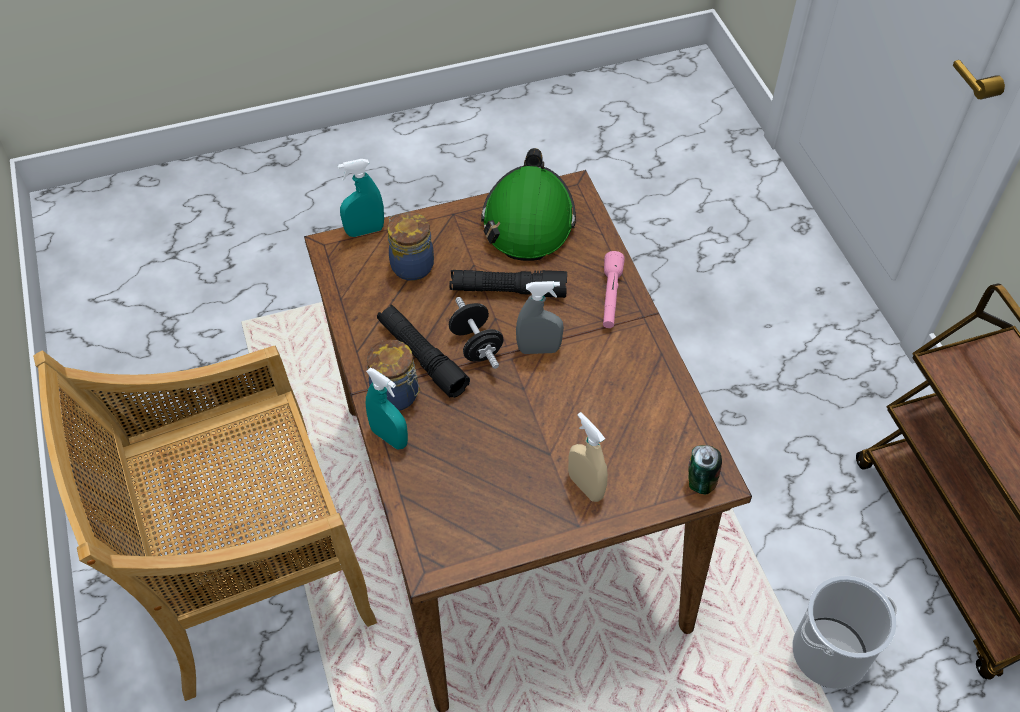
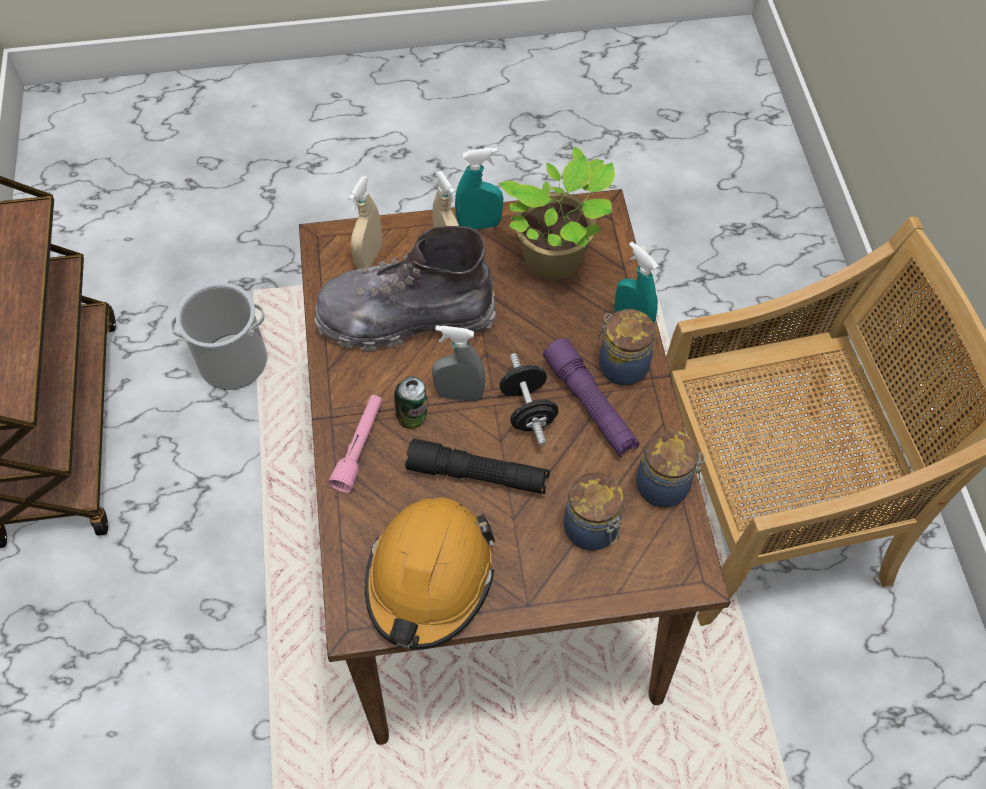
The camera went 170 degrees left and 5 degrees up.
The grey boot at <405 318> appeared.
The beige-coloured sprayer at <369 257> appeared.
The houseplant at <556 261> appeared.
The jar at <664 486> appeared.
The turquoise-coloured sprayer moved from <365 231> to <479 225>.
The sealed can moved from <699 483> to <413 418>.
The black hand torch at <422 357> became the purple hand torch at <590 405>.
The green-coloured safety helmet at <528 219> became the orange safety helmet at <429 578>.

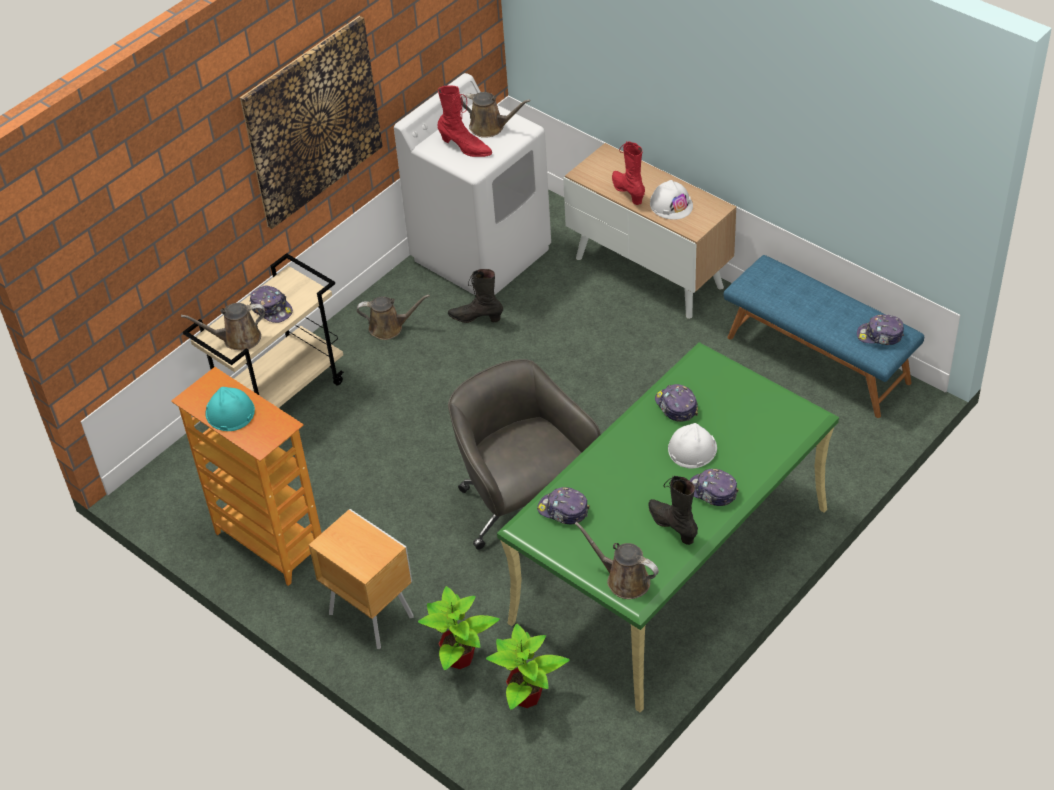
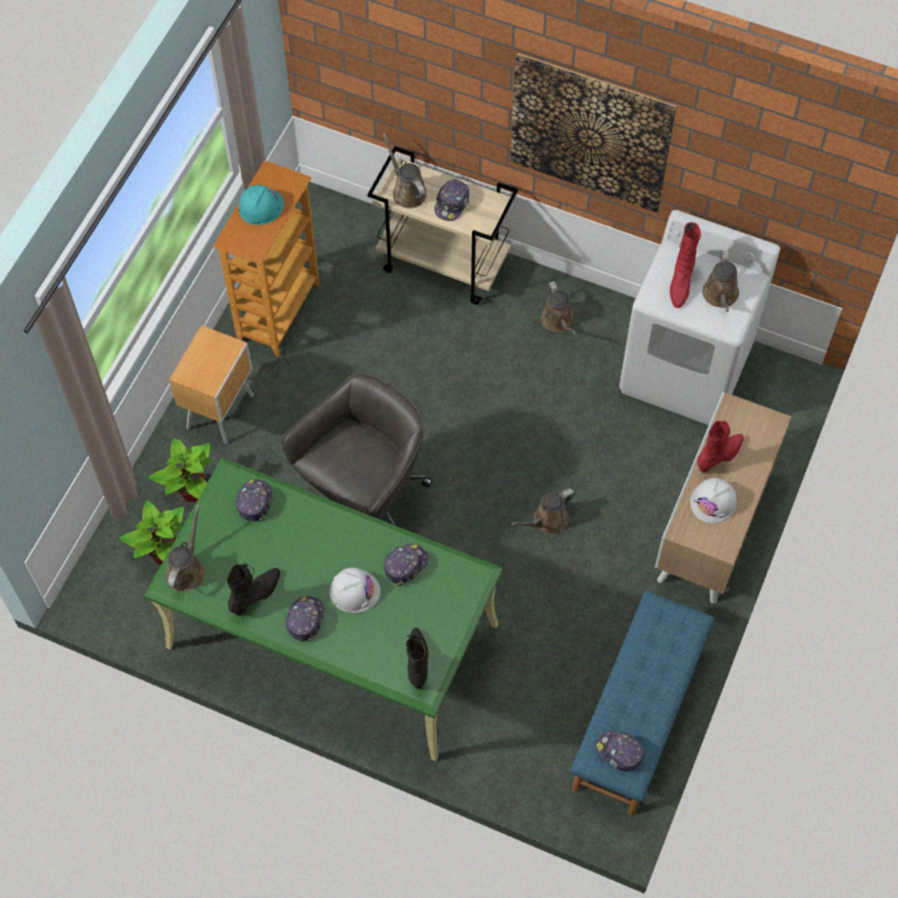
The camera went 70 degrees right and 15 degrees up.
The brownish watering pot at <547 520> appeared.
The black boot moved from <476 318> to <418 661>.
The cap at <880 335> turned 45 degrees counterclockwise.

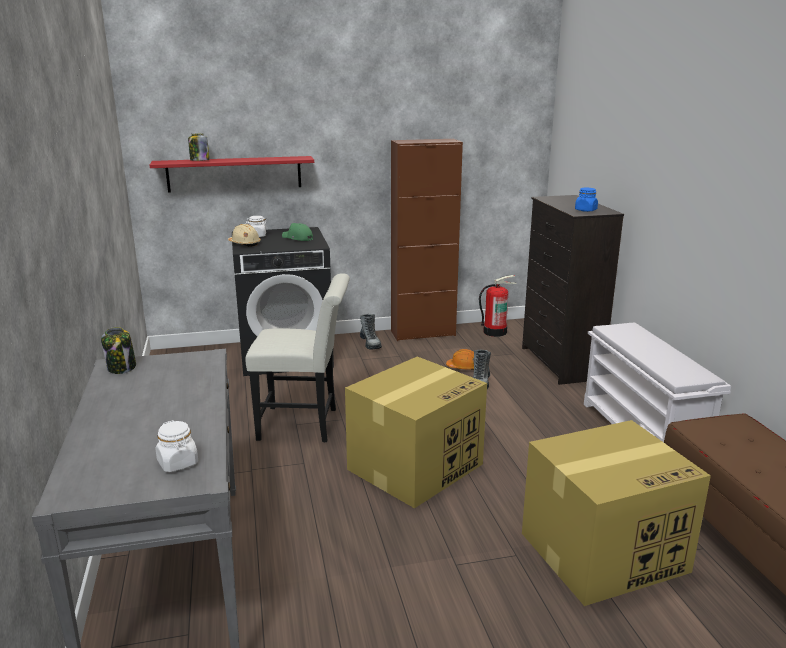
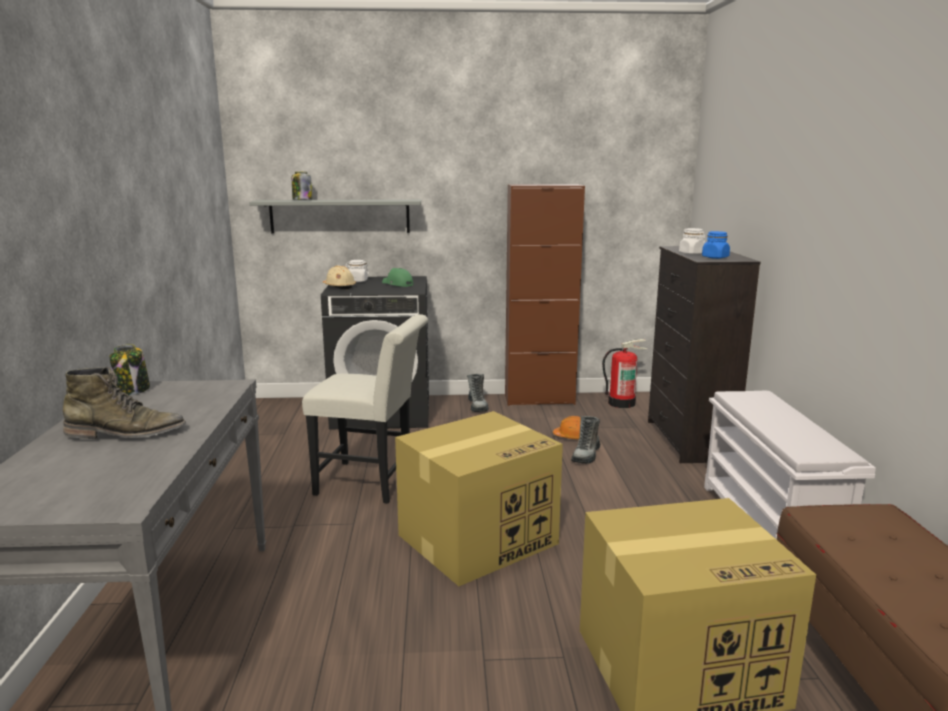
The camera went 10 degrees right and 5 degrees down.
The green-coloured boot at <126 433> appeared.
The white-coloured jar moved from <178 463> to <692 253>.
The red bracket shelf at <234 174> became the grey bracket shelf at <340 216>.

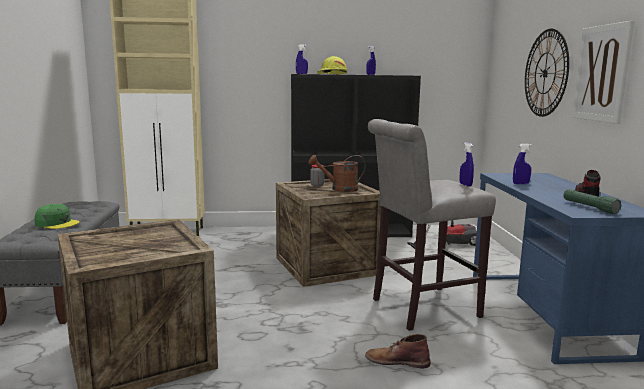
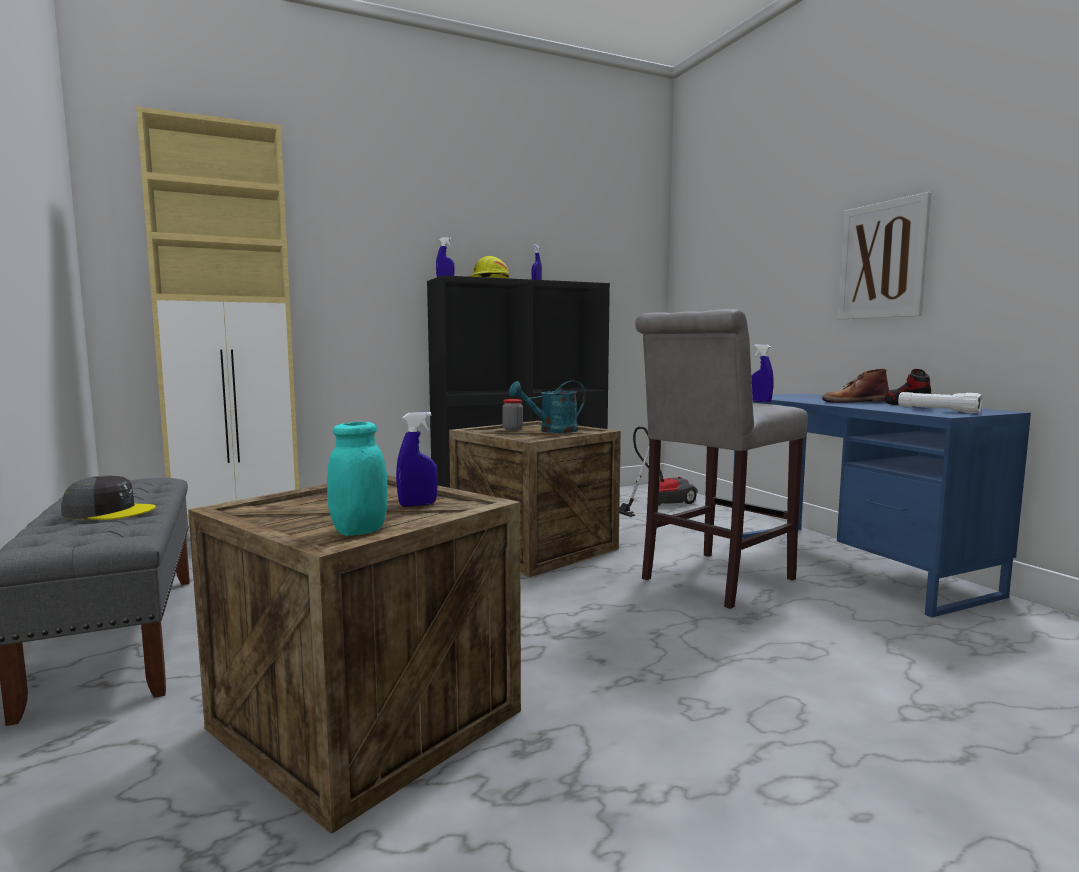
The camera went 20 degrees left and 5 degrees down.
The wall clock at <545 73> disappeared.
The turquoise-coloured jar at <359 531> appeared.
The brownish boot moved from <396 361> to <854 401>.
The blue-coloured sprayer moved from <521 184> to <418 504>.
The green-coloured cap at <57 223> became the grey cap at <109 511>.
The brownish watering pot at <339 189> became the turquoise-coloured watering pot at <552 431>.
The green-coloured hand torch at <589 207> became the white-coloured hand torch at <938 410>.

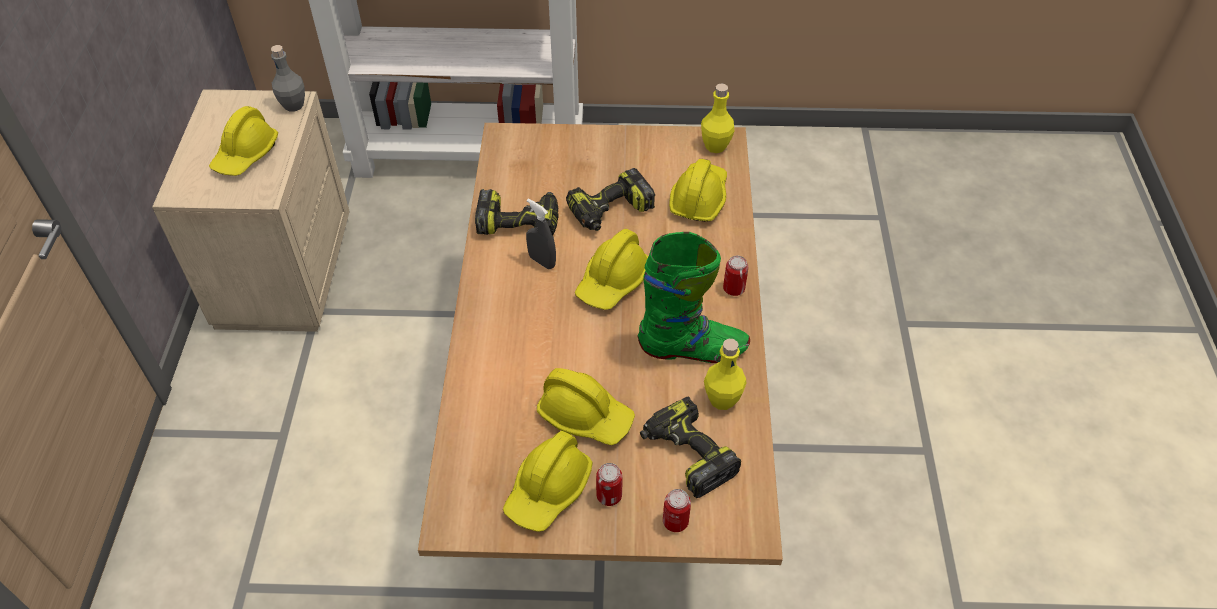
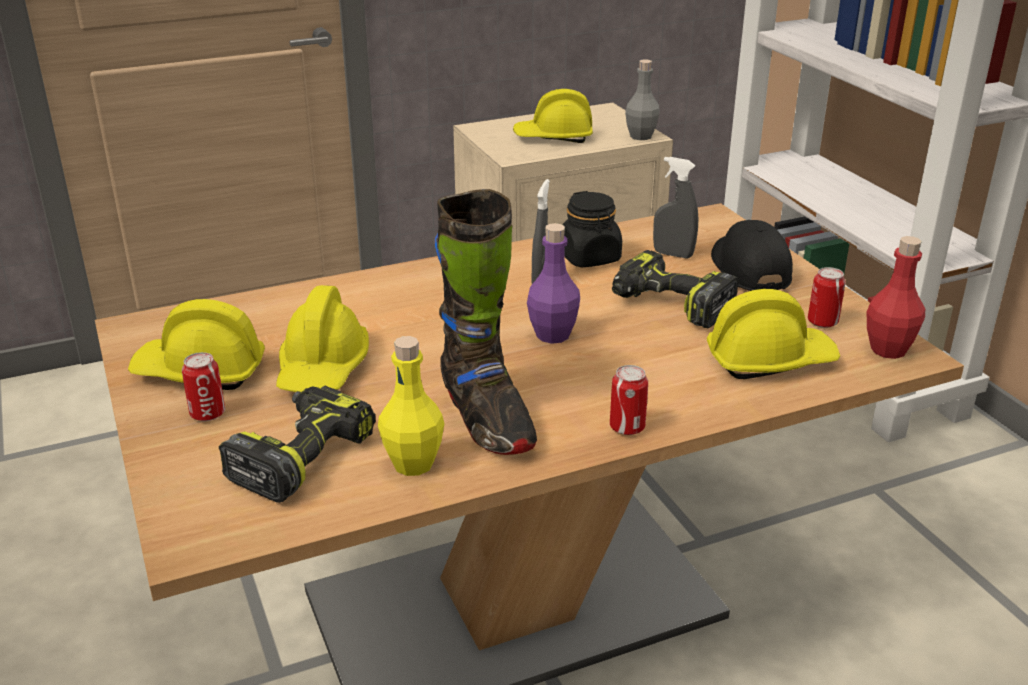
The camera went 65 degrees right and 20 degrees down.
The grey sprayer at <673 254> appeared.
The black cap at <749 268> appeared.
The sealed can moved from <675 521> to <822 322>.
The electric drill at <519 222> was replaced by the black jar at <589 257>.
The yellowish safety helmet at <613 281> was replaced by the purple drink bottle at <552 335>.
The green-coloured boot at <692 349> became the black boot at <486 419>.
The yellowish drink bottle at <715 146> became the red drink bottle at <888 350>.

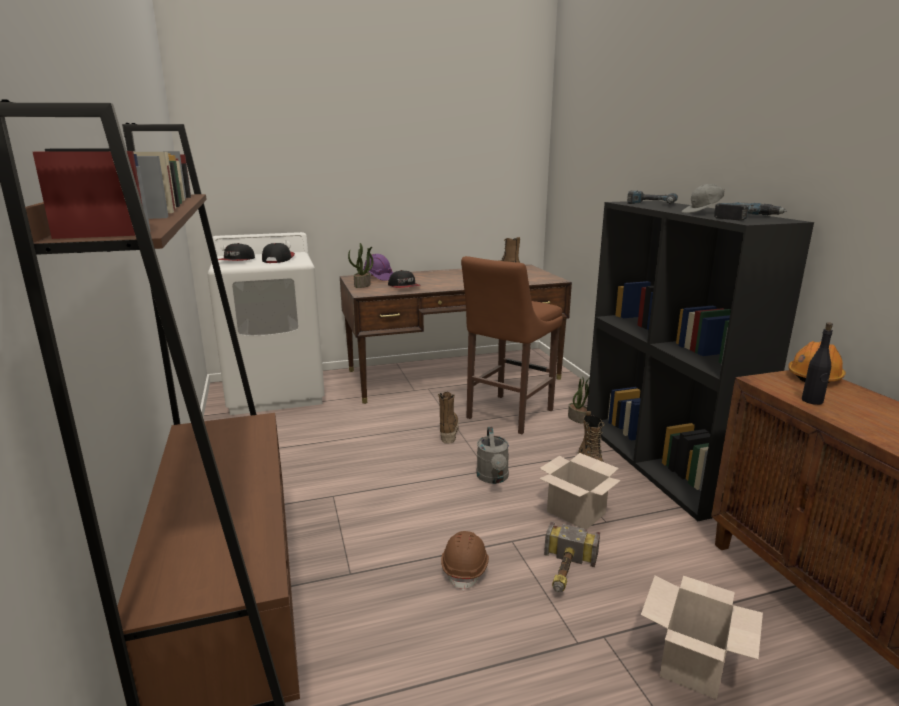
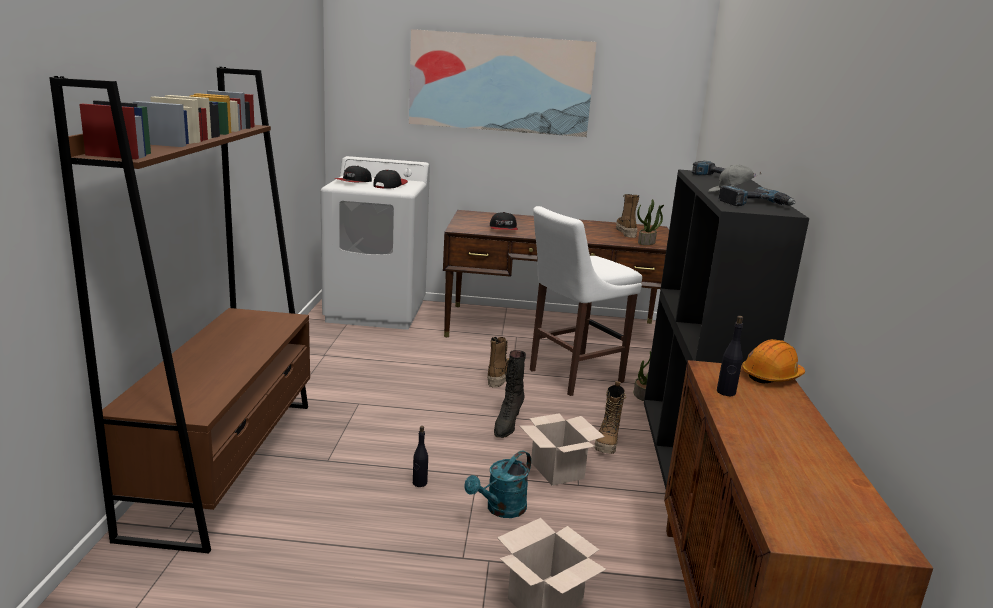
The camera went 20 degrees right and 0 degrees up.
The purple safety helmet at <378 277> disappeared.
The wall art at <500 83> appeared.
The houseplant moved from <362 285> to <646 243>.
The brownish safety helmet at <465 569> was replaced by the black drink bottle at <419 483>.
The grey watering pot at <493 478> was replaced by the black boot at <507 425>.
The hand hammer at <565 572> was replaced by the turquoise-coloured watering pot at <501 510>.
The brownish stool seat at <507 415> became the white-coloured stool seat at <572 376>.

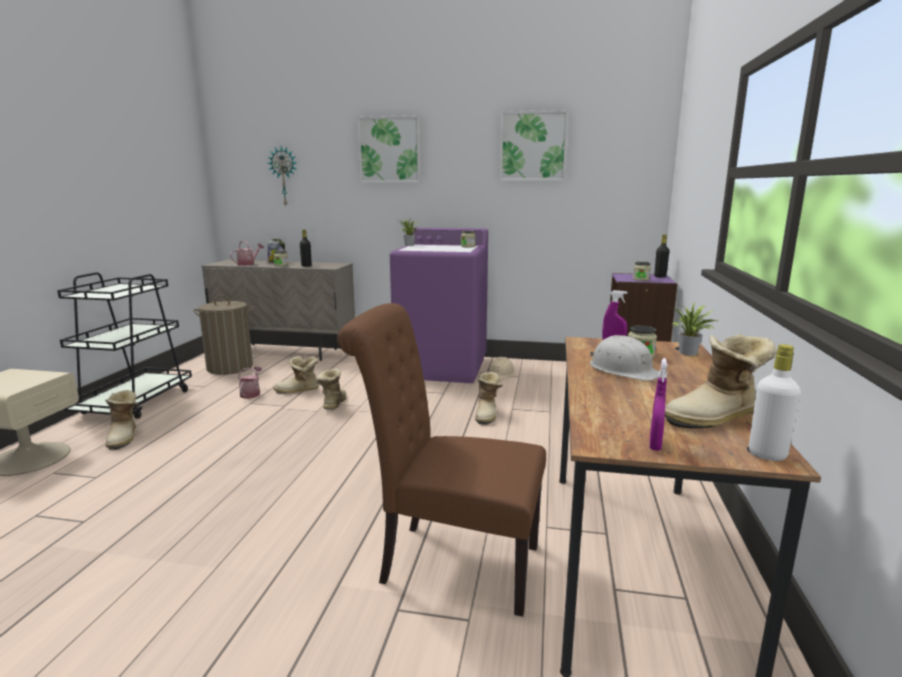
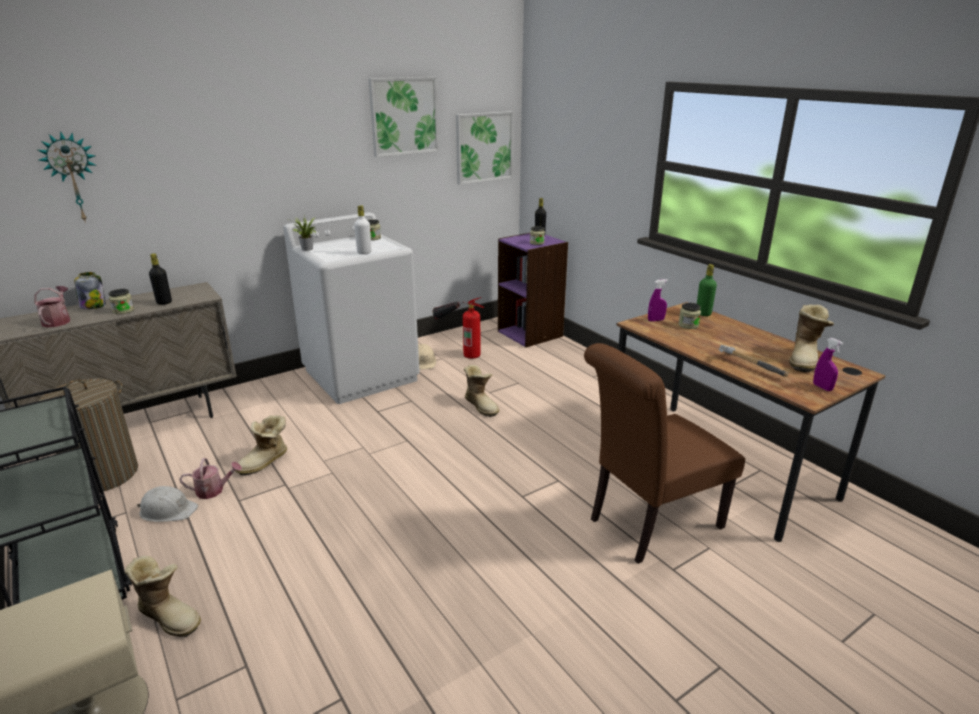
The camera went 45 degrees left and 10 degrees up.
The boot at <332 404> disappeared.
The extinguisher at <459 351> appeared.
The hand hammer at <750 365> appeared.
The wall art moved from <390 150> to <484 147>.
The white-coloured safety helmet moved from <624 370> to <168 510>.
The white-coloured drink bottle moved from <767 454> to <364 253>.
The houseplant at <689 353> was replaced by the green-coloured drink bottle at <703 314>.
The purple laundry appliance at <442 368> became the white-coloured laundry appliance at <361 375>.
The watering pot at <251 393> turned 120 degrees clockwise.

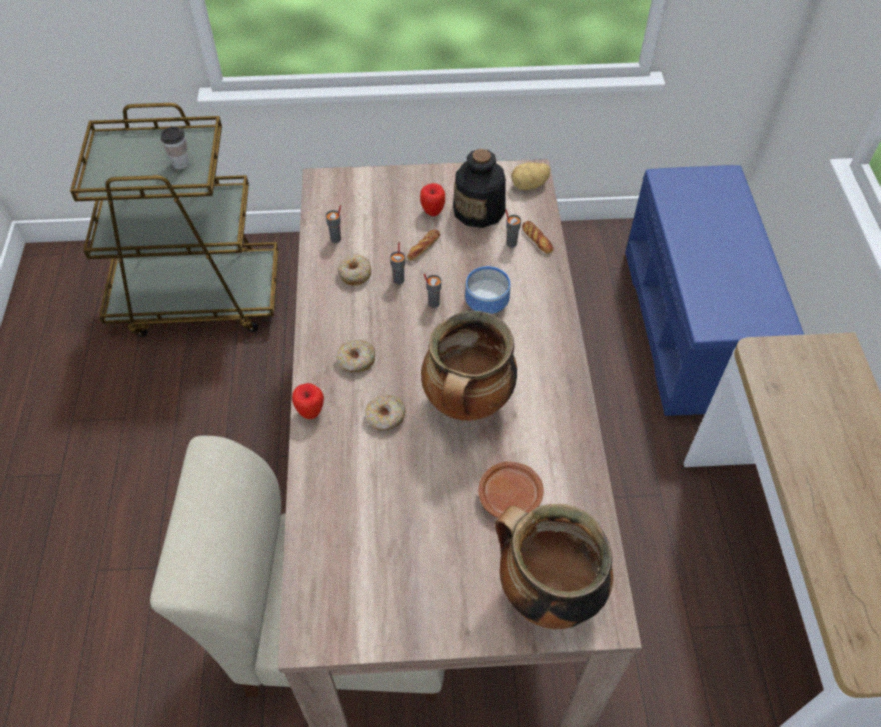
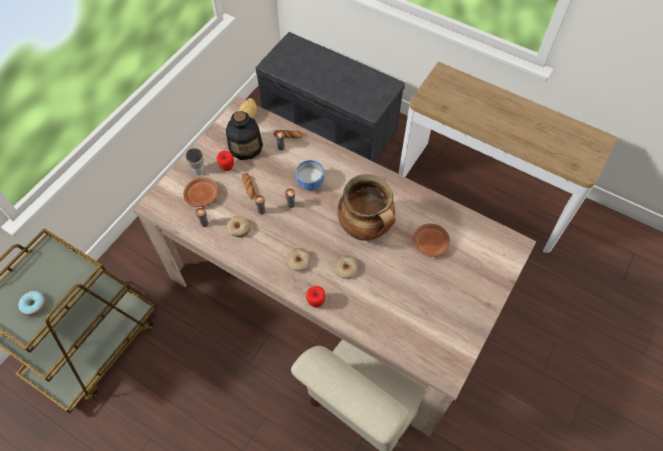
The camera went 55 degrees left and 5 degrees up.
The cooking pot at <546 593> disappeared.
The ring doughnut at <34 305> appeared.
The brownish plate at <202 195> appeared.
The cup moved from <181 164> to <198 170>.
The blue-coloured long seat at <692 328> became the grey long seat at <331 124>.

